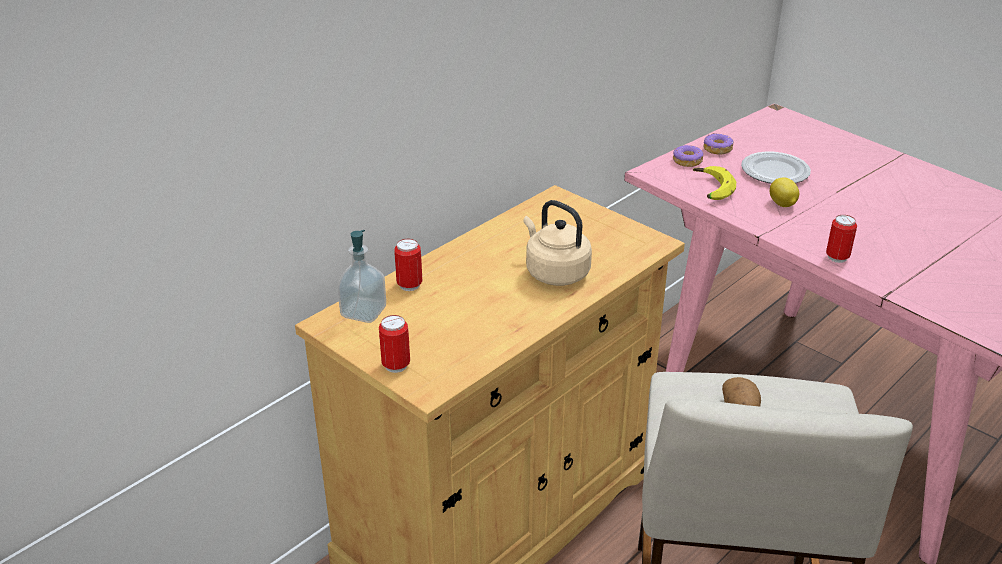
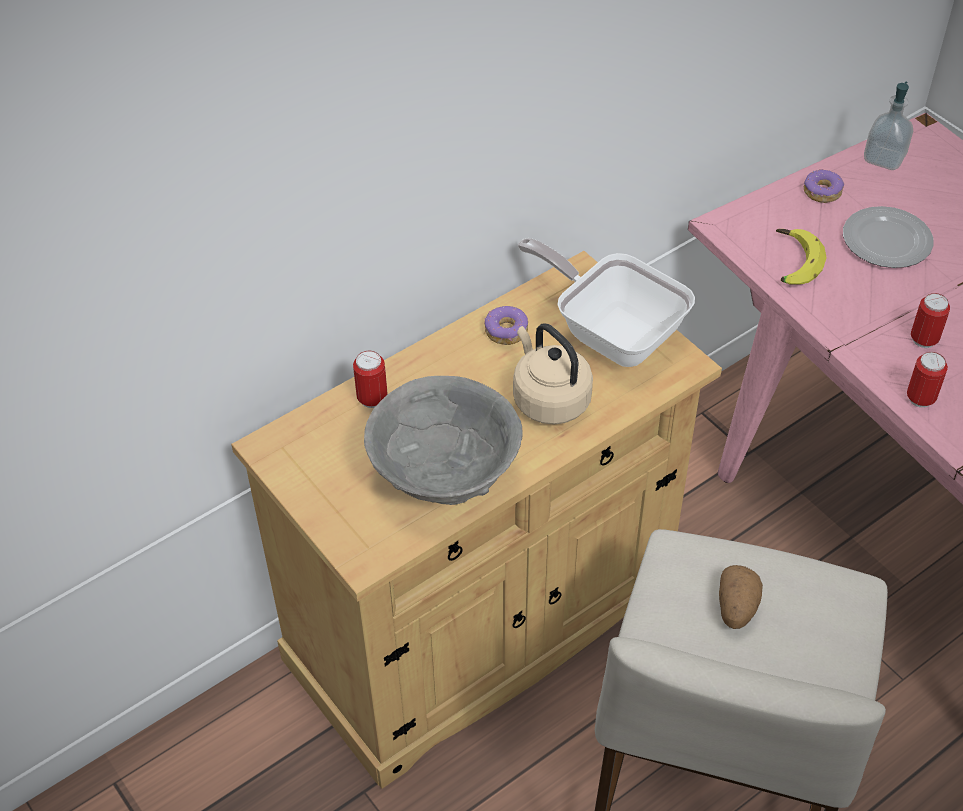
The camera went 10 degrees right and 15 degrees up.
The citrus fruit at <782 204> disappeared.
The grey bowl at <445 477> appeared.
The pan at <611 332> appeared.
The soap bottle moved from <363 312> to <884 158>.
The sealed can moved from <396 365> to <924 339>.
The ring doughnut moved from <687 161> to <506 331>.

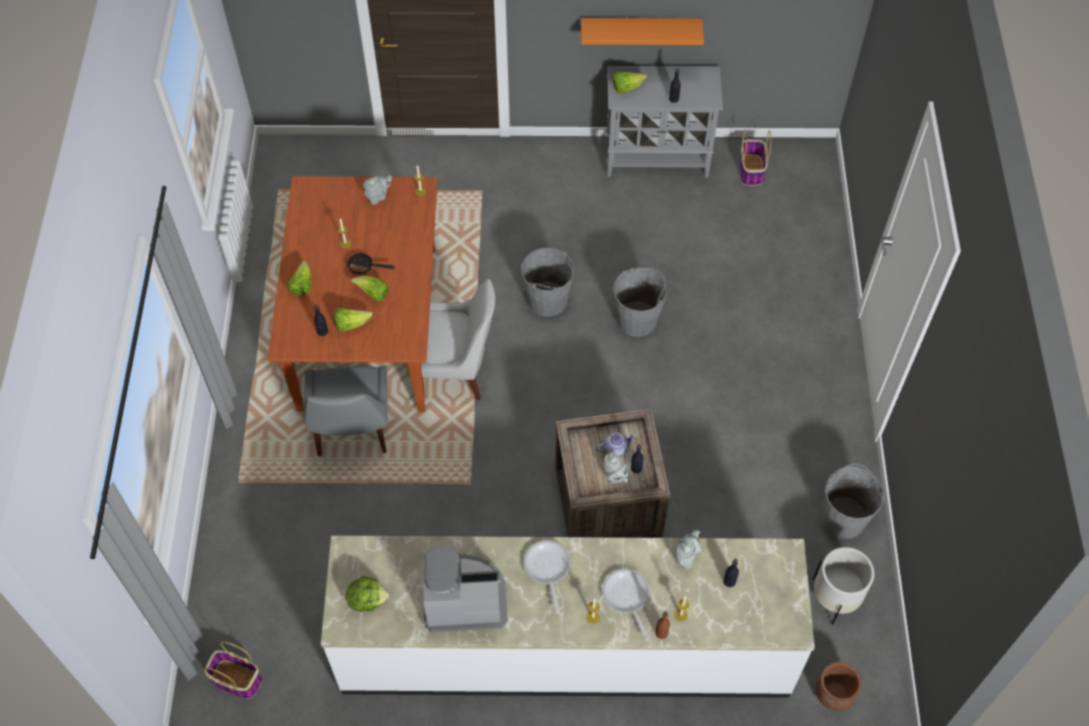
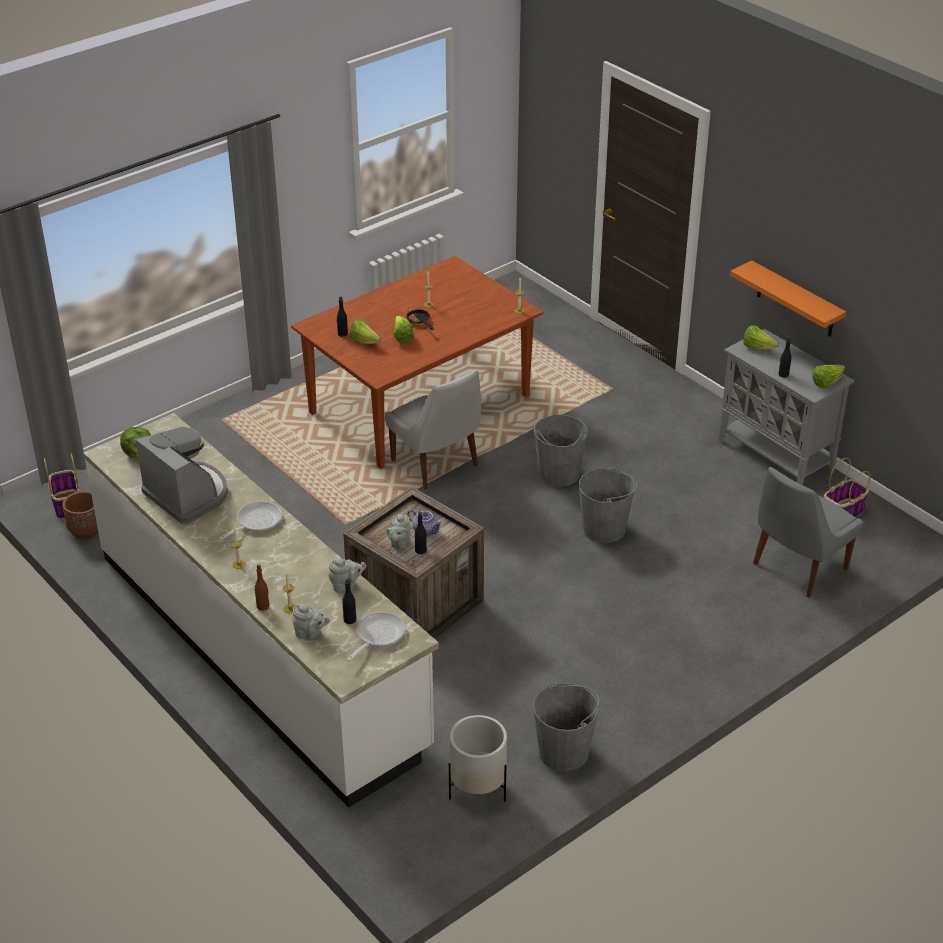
The camera went 50 degrees right and 20 degrees down.
The head of lettuce moved from <302 286> to <826 383>.
The grey plain chair moved from <352 431> to <797 568>.
The grey pot for tea moved from <378 196> to <310 634>.
The pan moved from <627 598> to <377 636>.
The brownish plant pot moved from <833 695> to <86 531>.

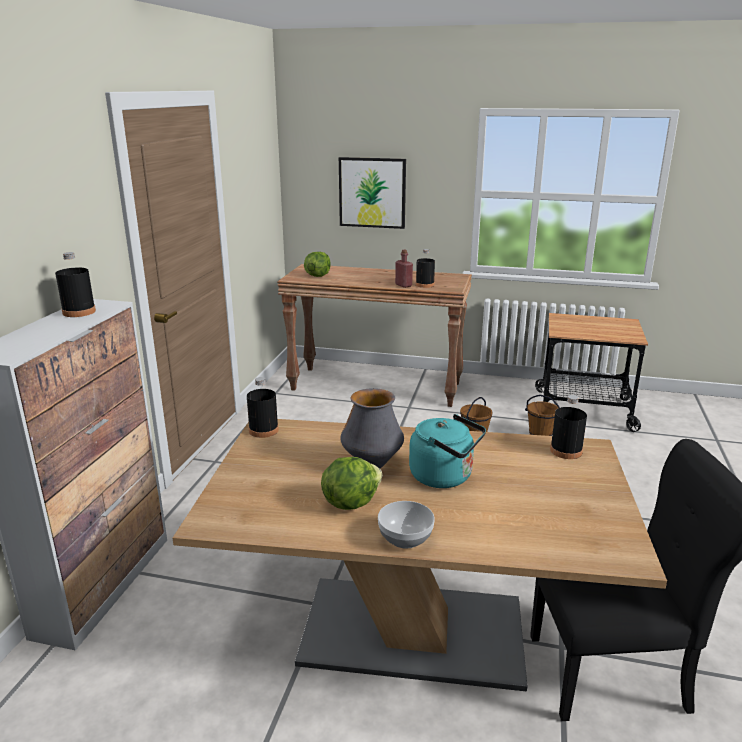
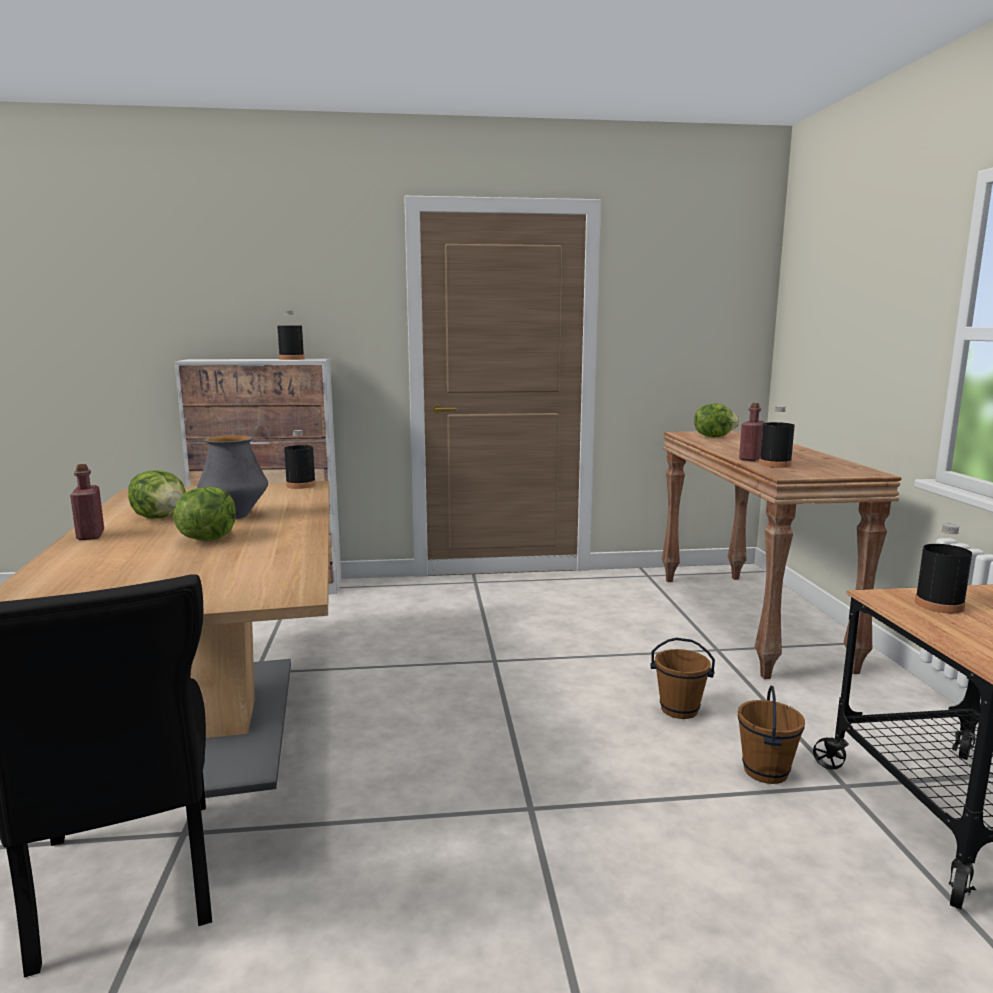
The camera went 70 degrees right and 10 degrees down.
The wall art at <372 192> disappeared.
The black drink bottle moved from <566 451> to <939 605>.
The bowl at <404 538> was replaced by the red drink bottle at <90 535>.
The turquoise-coloured kettle at <445 477> was replaced by the head of lettuce at <208 538>.

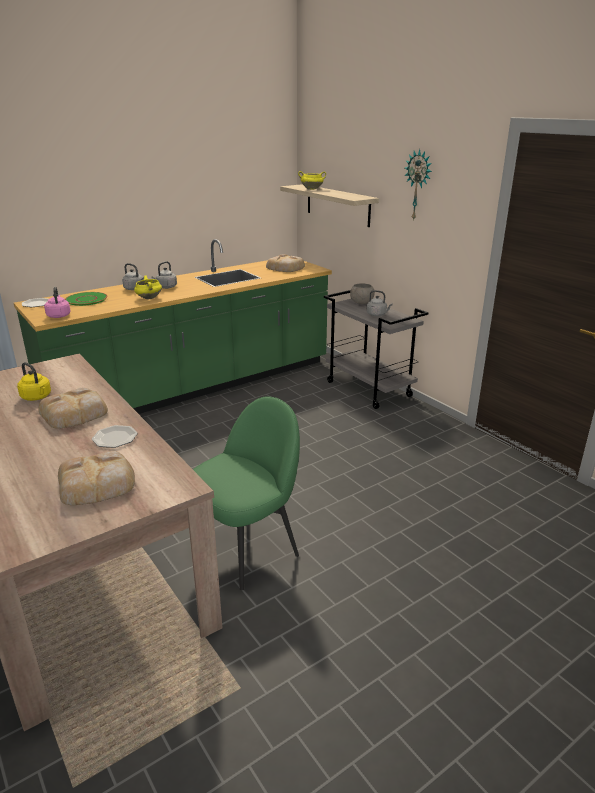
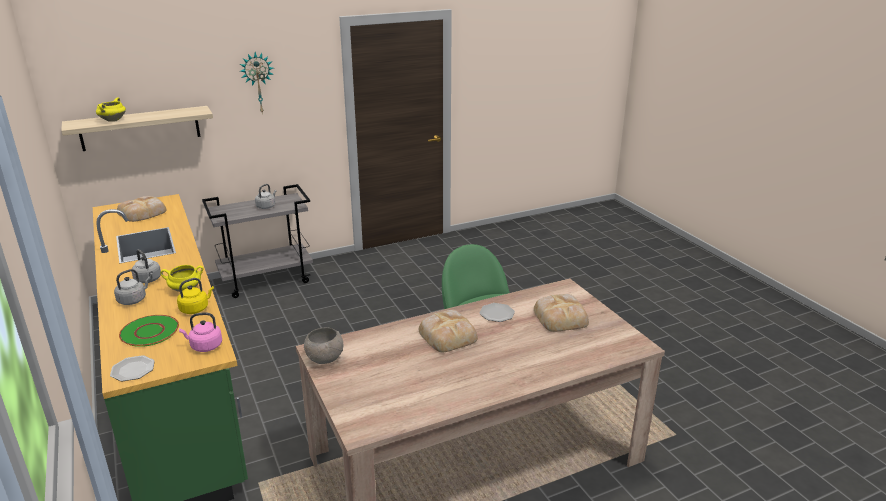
The camera went 80 degrees left and 0 degrees up.
The yellowish kettle moved from <37 397> to <196 309>.
The grey bowl moved from <362 302> to <325 358>.

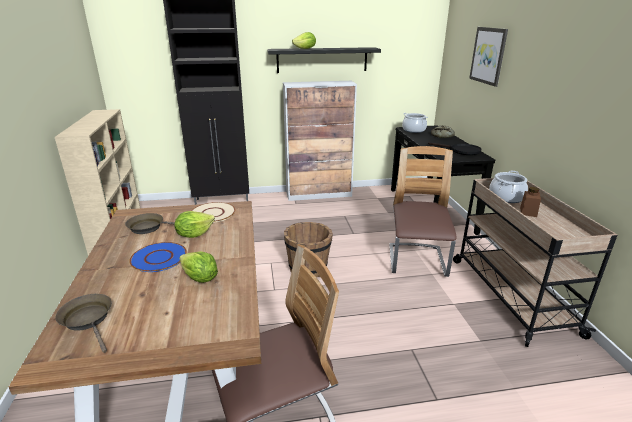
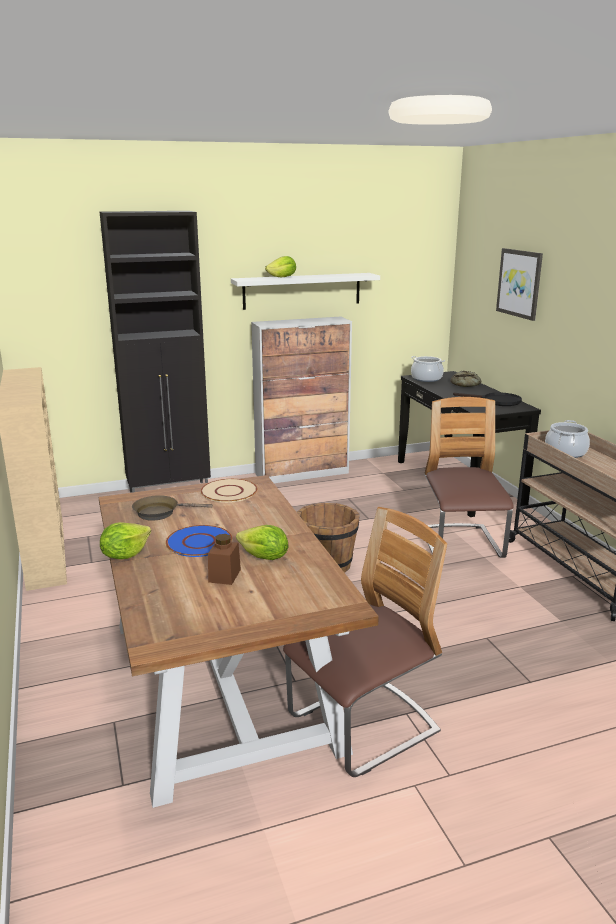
The camera went 10 degrees left and 5 degrees down.
The brownish pan at <89 320> disappeared.
The head of lettuce moved from <194 234> to <125 555>.
The brownish jar moved from <528 212> to <224 575>.
The black bracket shelf at <322 60> became the white-coloured bracket shelf at <302 291>.

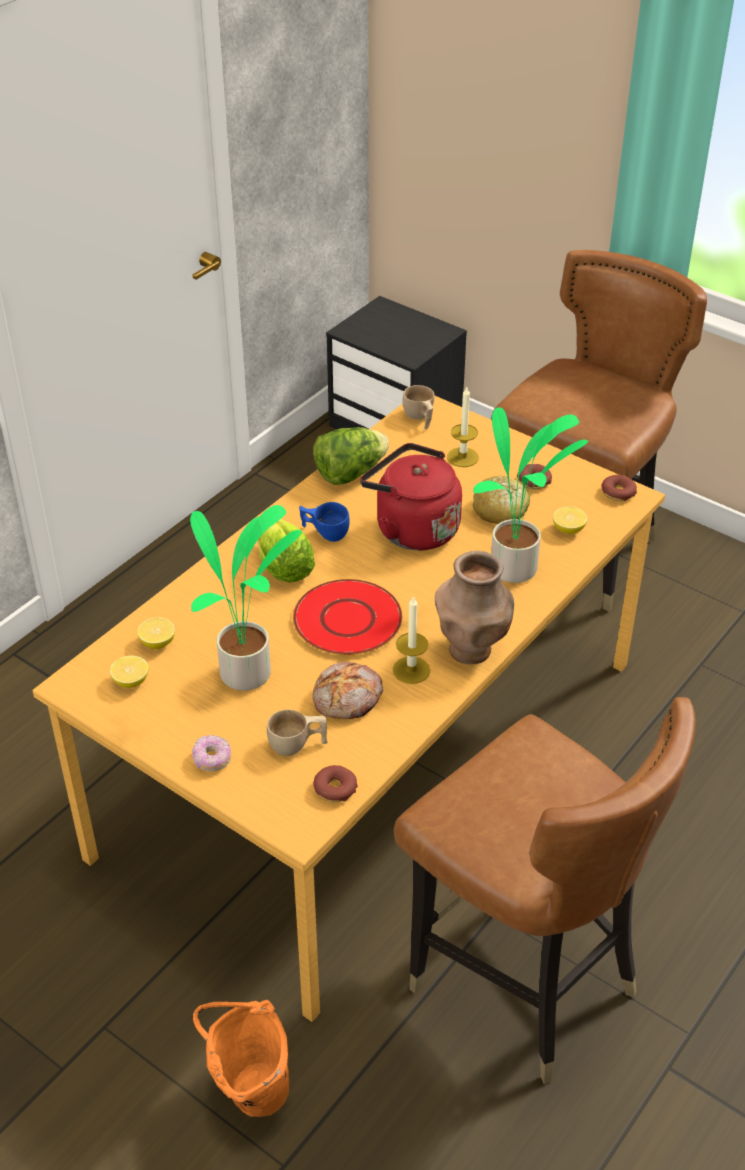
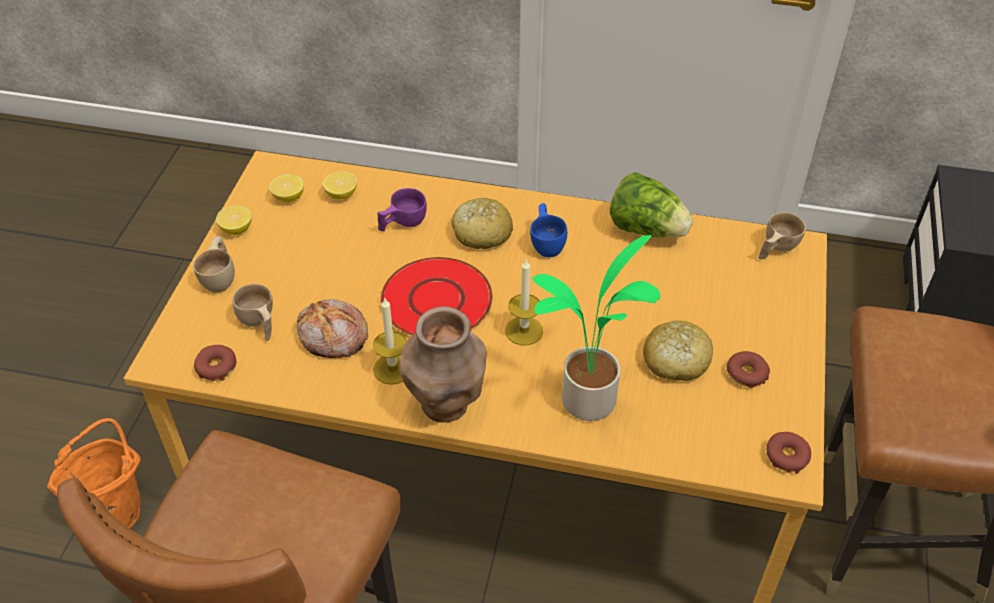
The camera went 65 degrees right and 5 degrees up.
The houseplant at <249 674> disappeared.
The red kettle at <412 528> disappeared.
The purple cup at <402 223> appeared.
The wax light moved from <462 457> to <524 331>.
The citrus fruit moved from <568 529> to <236 229>.
The ring doughnut at <212 759> was replaced by the beige-coloured cup at <220 277>.
The head of lettuce at <282 567> was replaced by the baked bread at <481 232>.

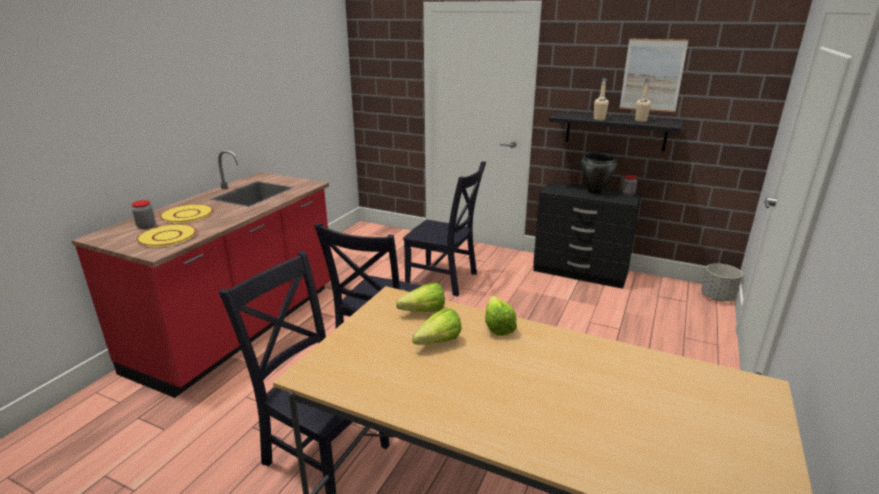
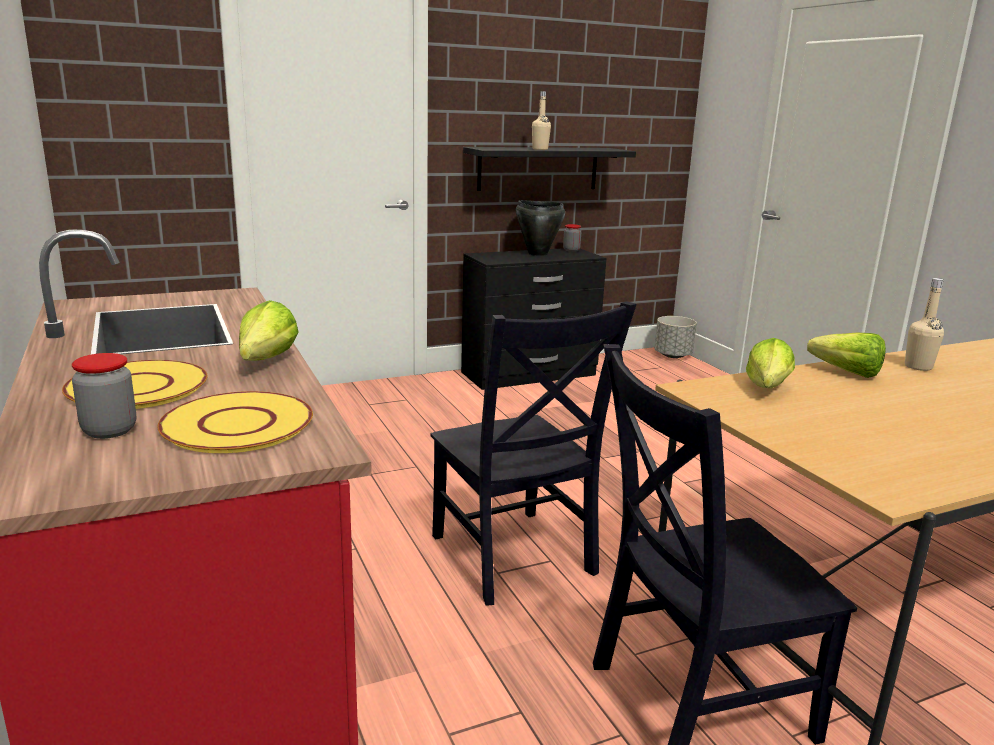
The camera went 50 degrees left and 5 degrees down.
The black plain chair at <444 280> disappeared.
The wall art at <652 75> disappeared.
The head of lettuce moved from <434 343> to <261 364>.
The beige-coloured drink bottle moved from <640 120> to <918 367>.

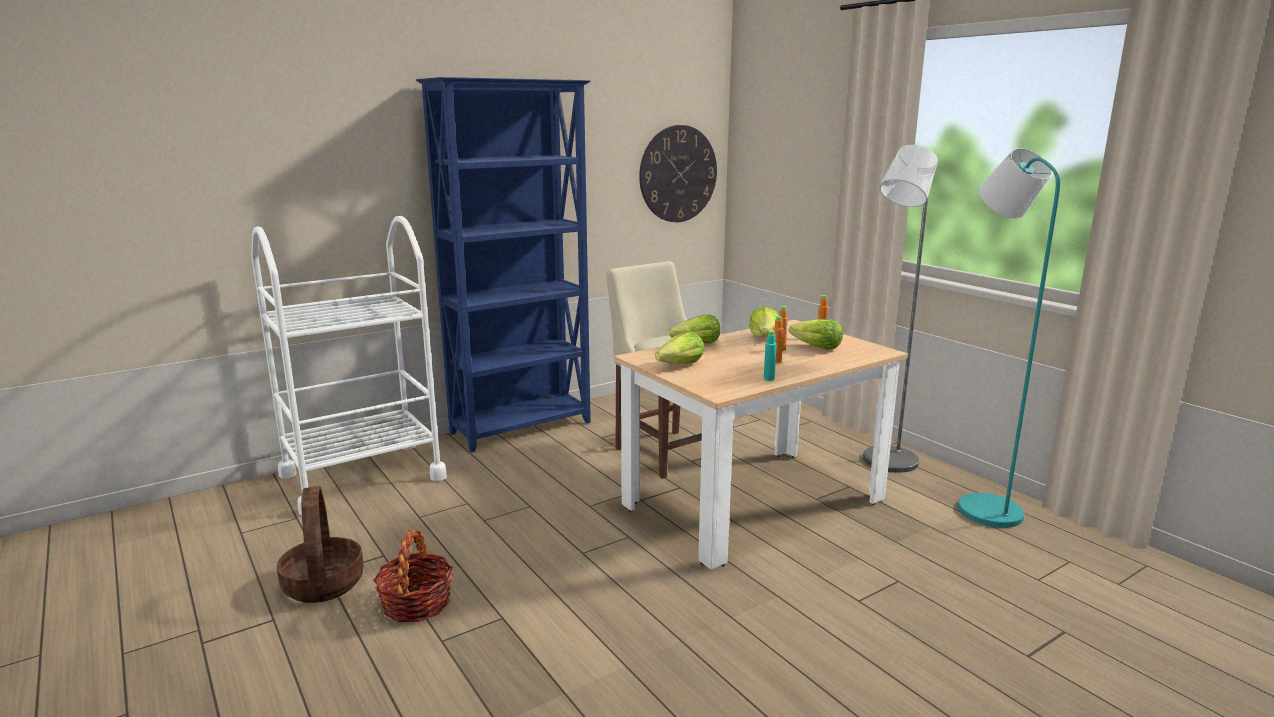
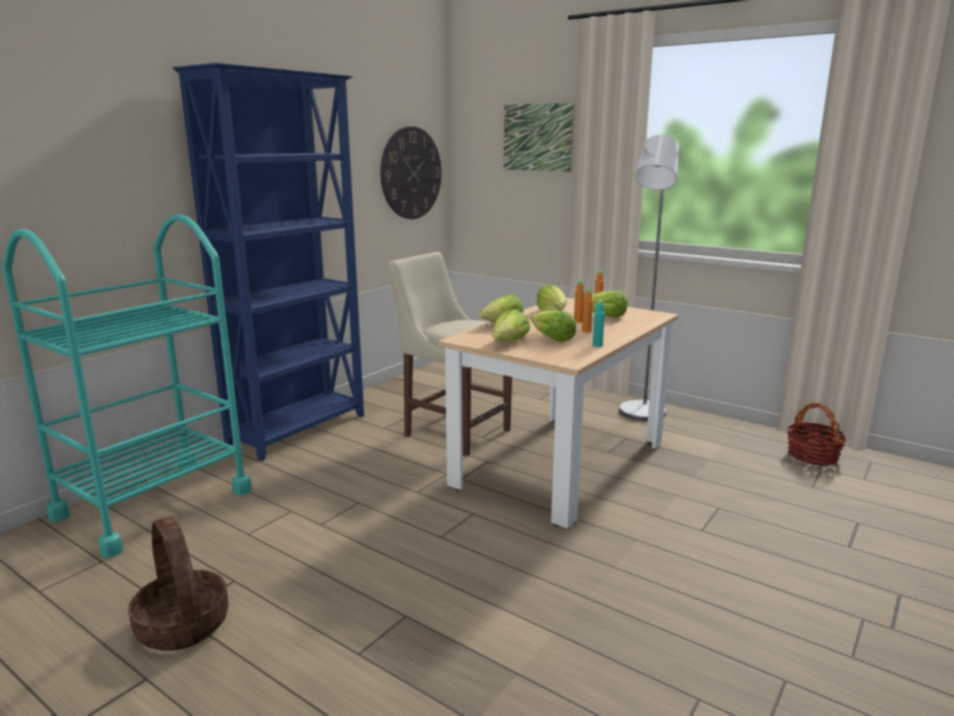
The camera went 20 degrees left and 0 degrees up.
The turquoise-coloured standing lamp at <980 506> disappeared.
The wall art at <537 137> appeared.
The head of lettuce at <551 338> appeared.
The storage basket moved from <416 603> to <812 456>.
The white-coloured wheeled cart at <362 476> became the turquoise-coloured wheeled cart at <154 504>.

